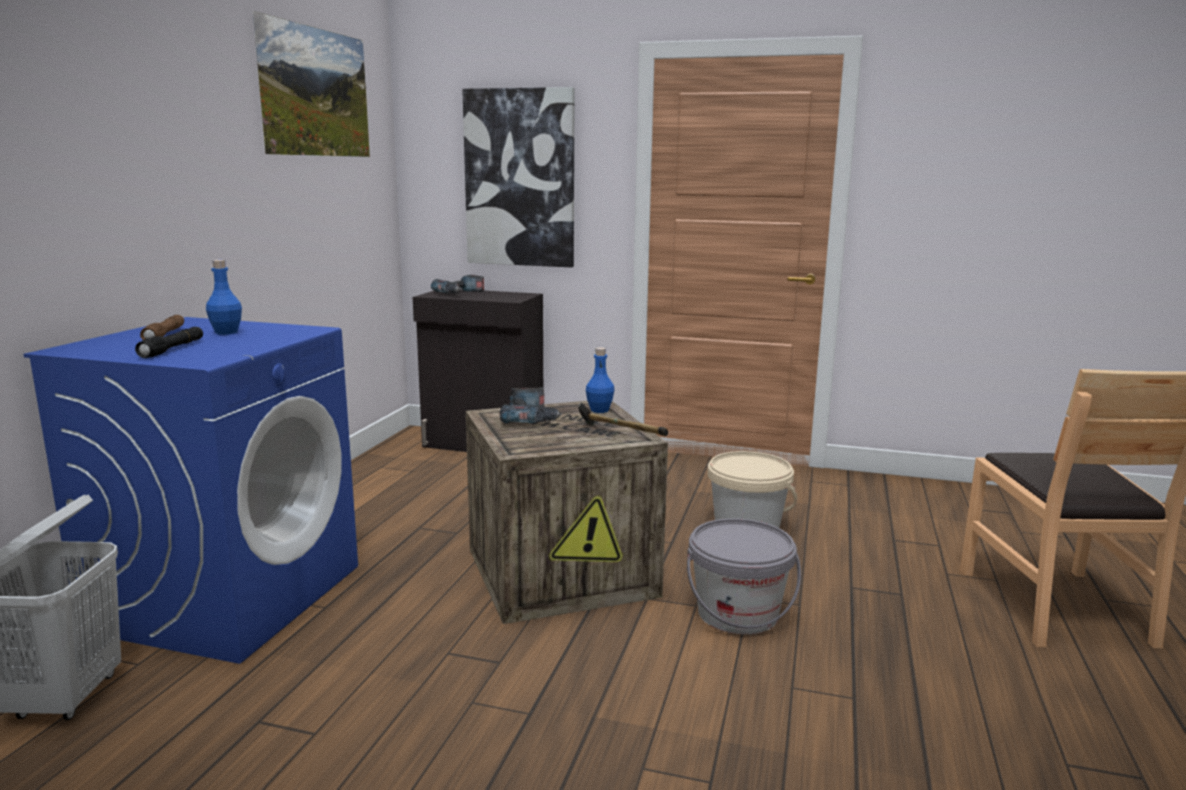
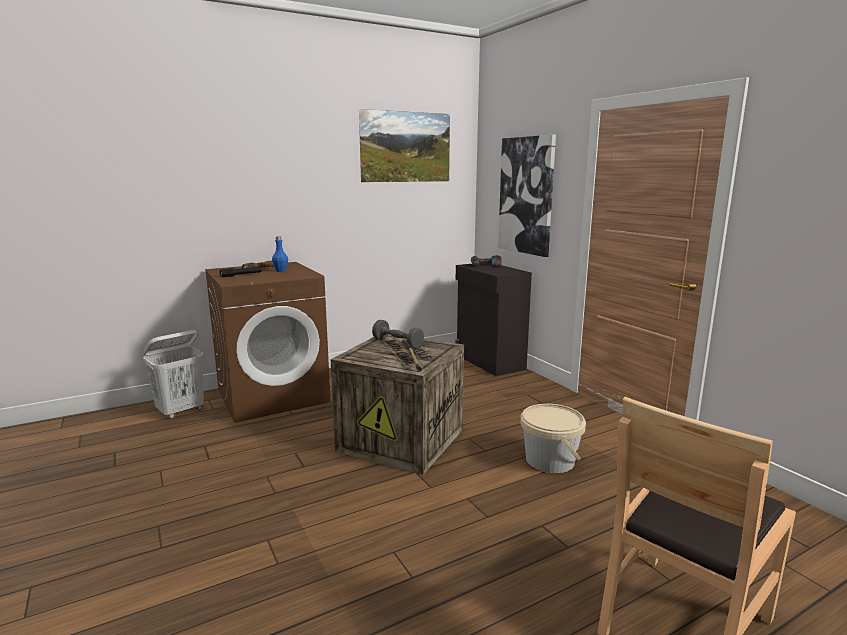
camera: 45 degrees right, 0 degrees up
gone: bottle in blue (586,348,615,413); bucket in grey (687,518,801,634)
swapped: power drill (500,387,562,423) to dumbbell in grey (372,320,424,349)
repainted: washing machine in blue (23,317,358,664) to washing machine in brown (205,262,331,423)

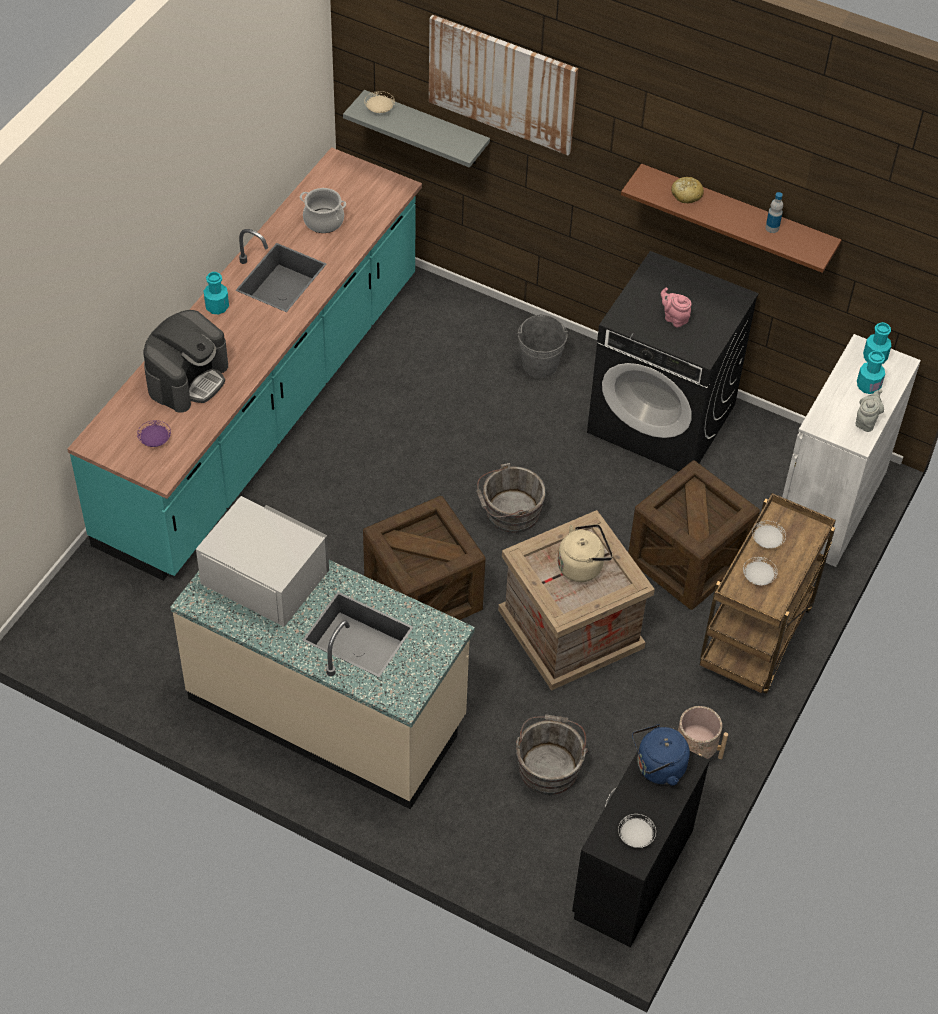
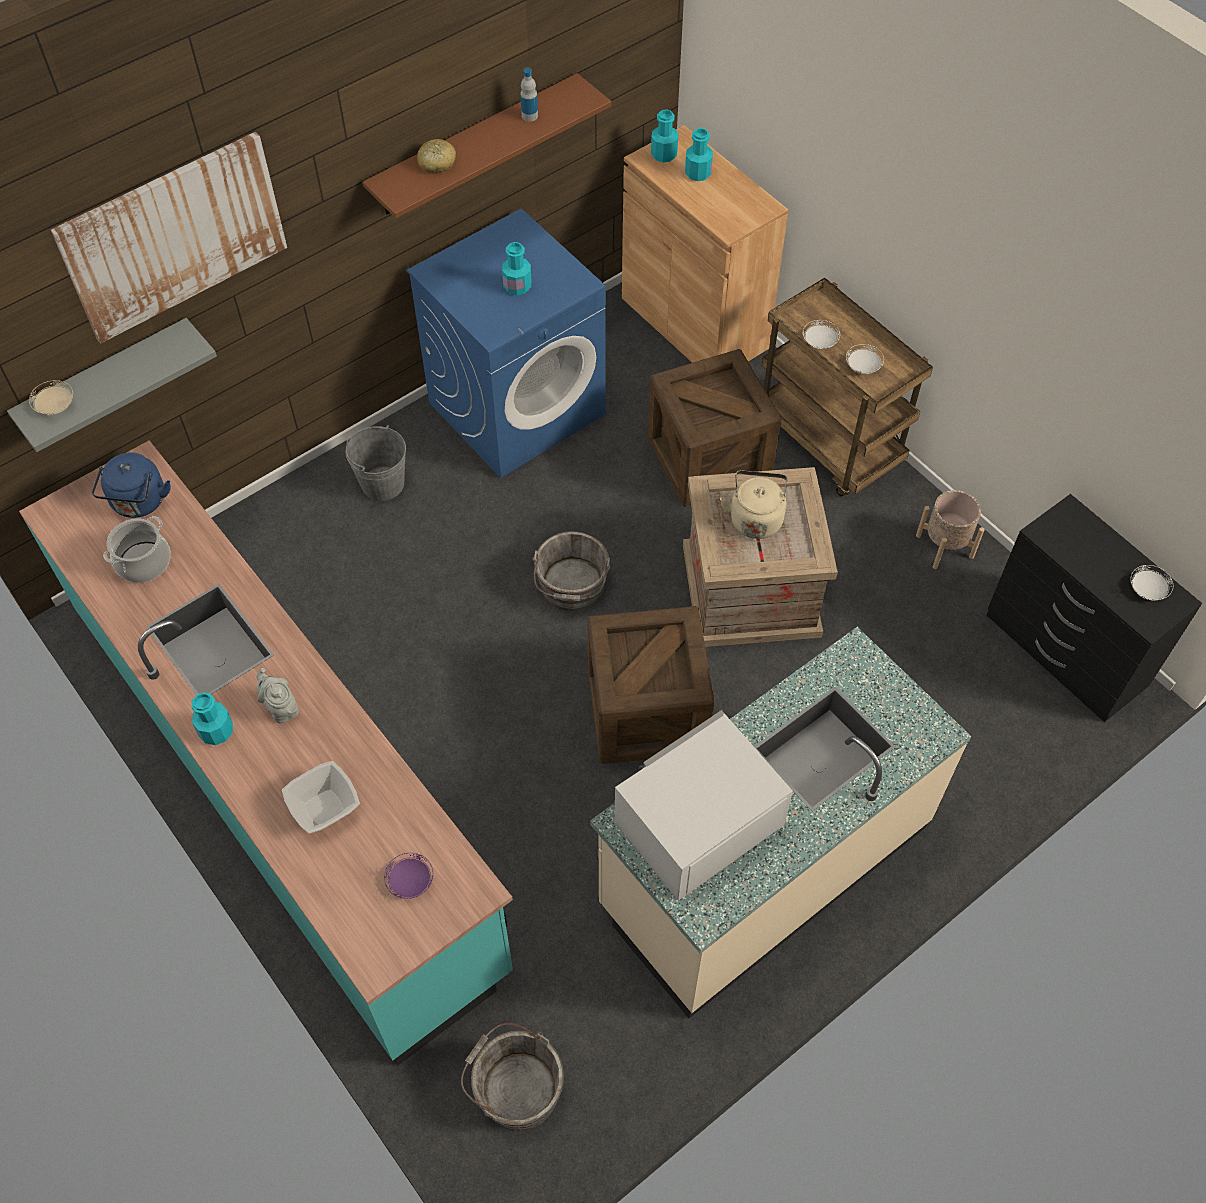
camera: 65 degrees left, 5 degrees up
shifted: teapot in grey (855,390,884,432) to (256,668,299,723); bucket in grey (516,714,587,795) to (461,1023,564,1130); kettle in blue (632,724,690,785) to (91,452,171,518)
swapped: teapot in pink (661,287,692,327) to bottle in turquoise (502,242,531,295); coffee machine (144,310,228,413) to bowl (282,761,360,834)
repainted: washing machine in black (587,251,759,472) to washing machine in blue (407,208,606,478); cabinet in white (782,334,921,567) to cabinet in brown (622,125,788,363)

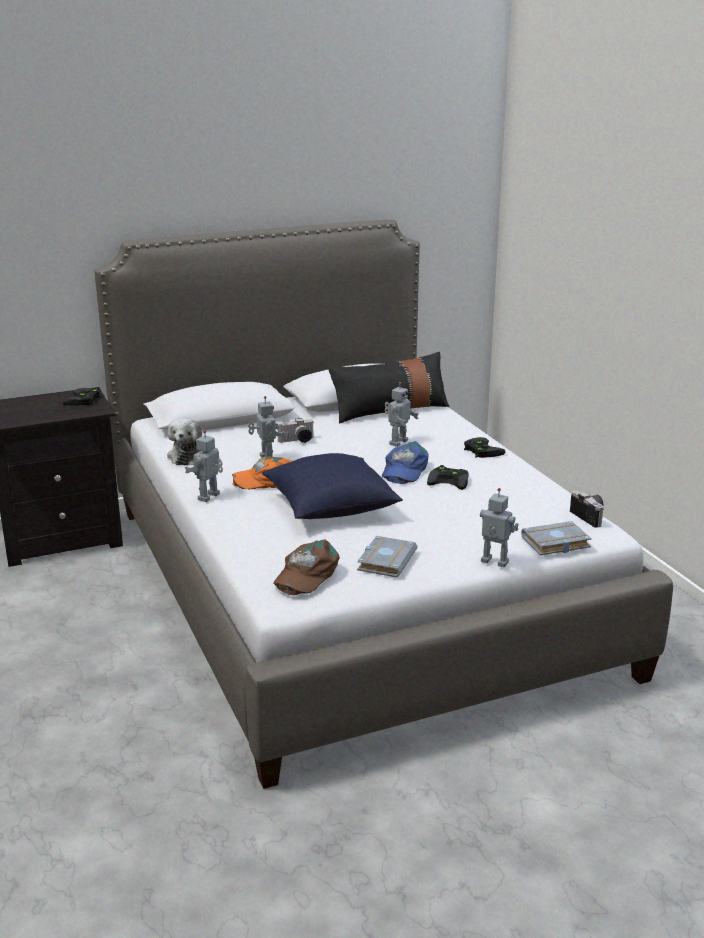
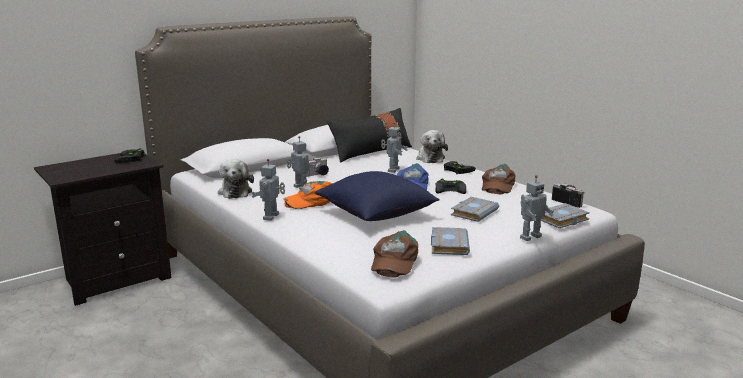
camera: 15 degrees left, 5 degrees down
new: plush toy (416,130,448,163); cap in brown (482,164,516,194); book in grey (451,197,499,222)
rotated: toy robot (480,488,519,567) = (520,175,554,241) 135 degrees clockwise

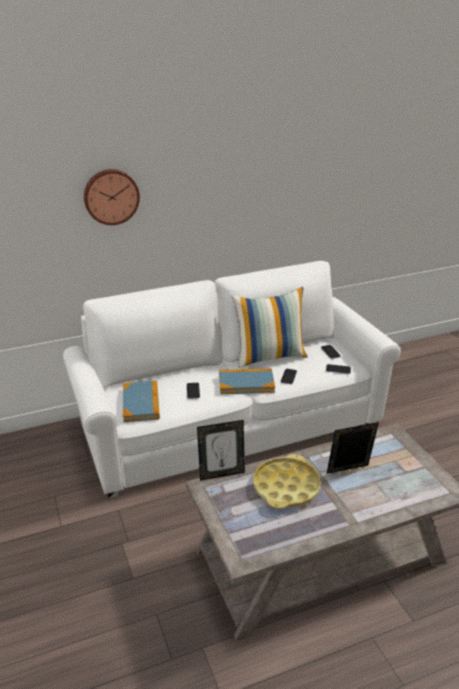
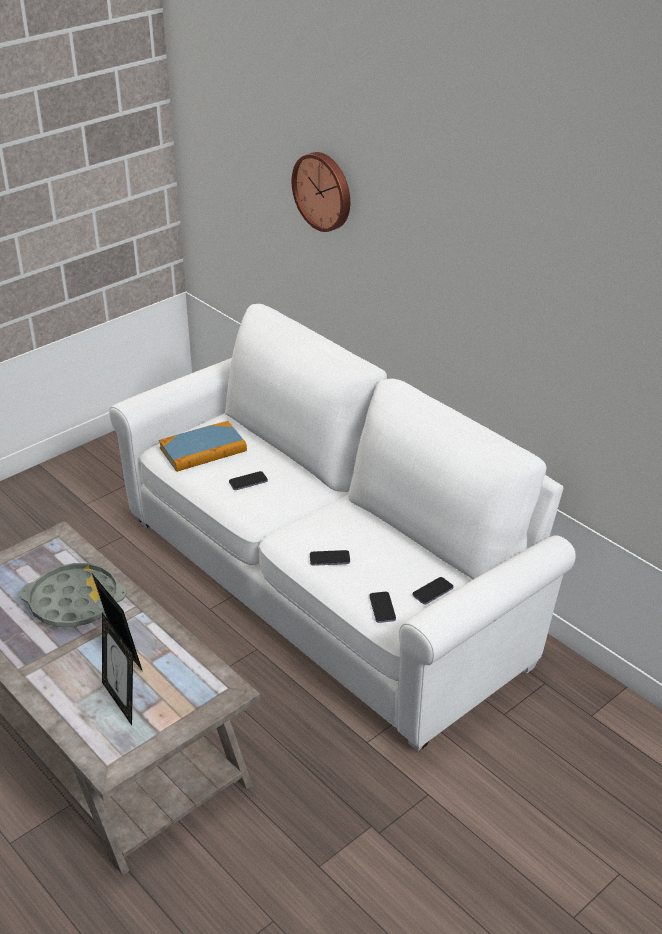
camera: 70 degrees right, 5 degrees up
gone: pillow (232,287,308,368); book (219,368,275,394)
shifted: picture frame (197,420,245,481) to (102,613,133,725)
repainted: tray in yellow (254,454,321,509) to tray in grey (20,563,127,627)

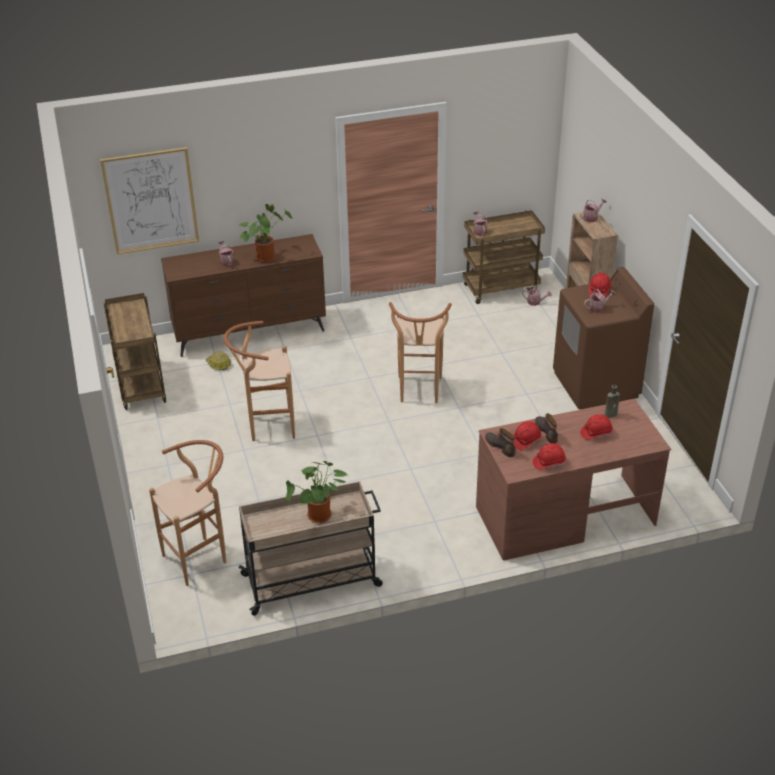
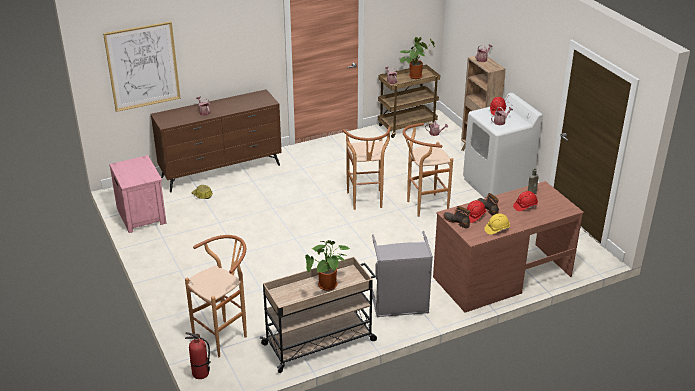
camera: 10 degrees left, 5 degrees down
new: laundry basket in grey (372,231,433,318); fire extinguisher (185,332,210,379)
shifted: potted plant (239,204,293,262) to (400,37,435,79); stool in brown (224,321,295,441) to (402,123,453,217)
swapped: cart in brown (104,293,166,410) to nightstand in pink (109,155,167,233)
repainted: washing machine in brown (553,267,654,410) to washing machine in white (463,93,543,198); hard hat in red (533,443,566,470) to hard hat in yellow (484,213,510,235)

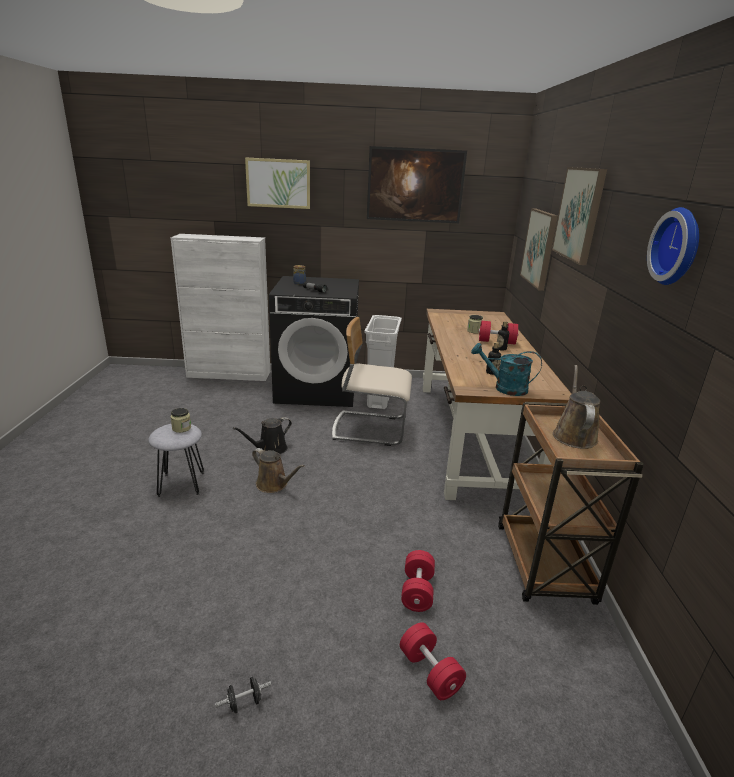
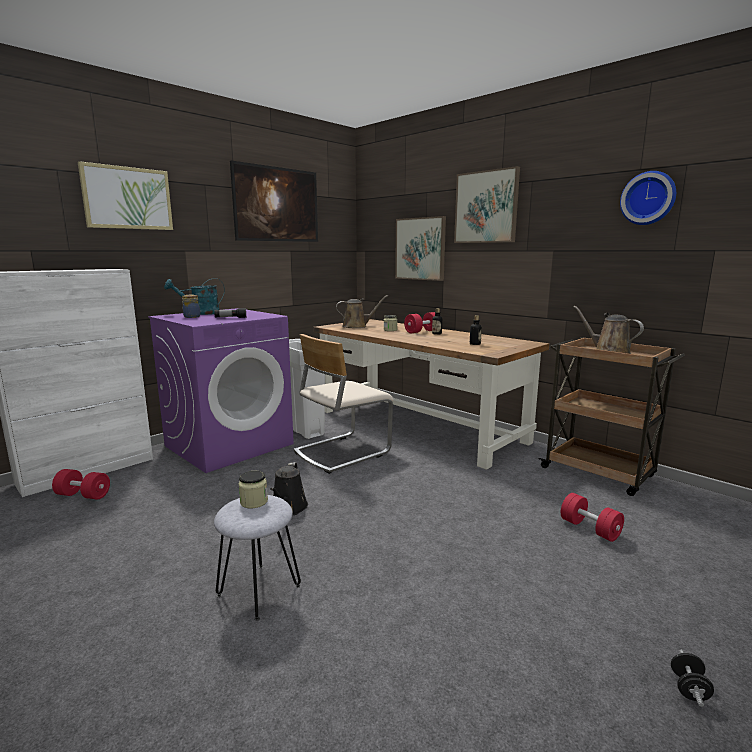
camera: 45 degrees left, 10 degrees down
shifted: watering can in turquoise (471,343,542,396) to (164,278,225,315); watering can in brown (252,448,305,493) to (336,295,388,328); dumbbell in red (400,622,466,700) to (52,469,110,500)
repainted: washing machine in black (269,276,359,407) to washing machine in purple (148,308,294,473)

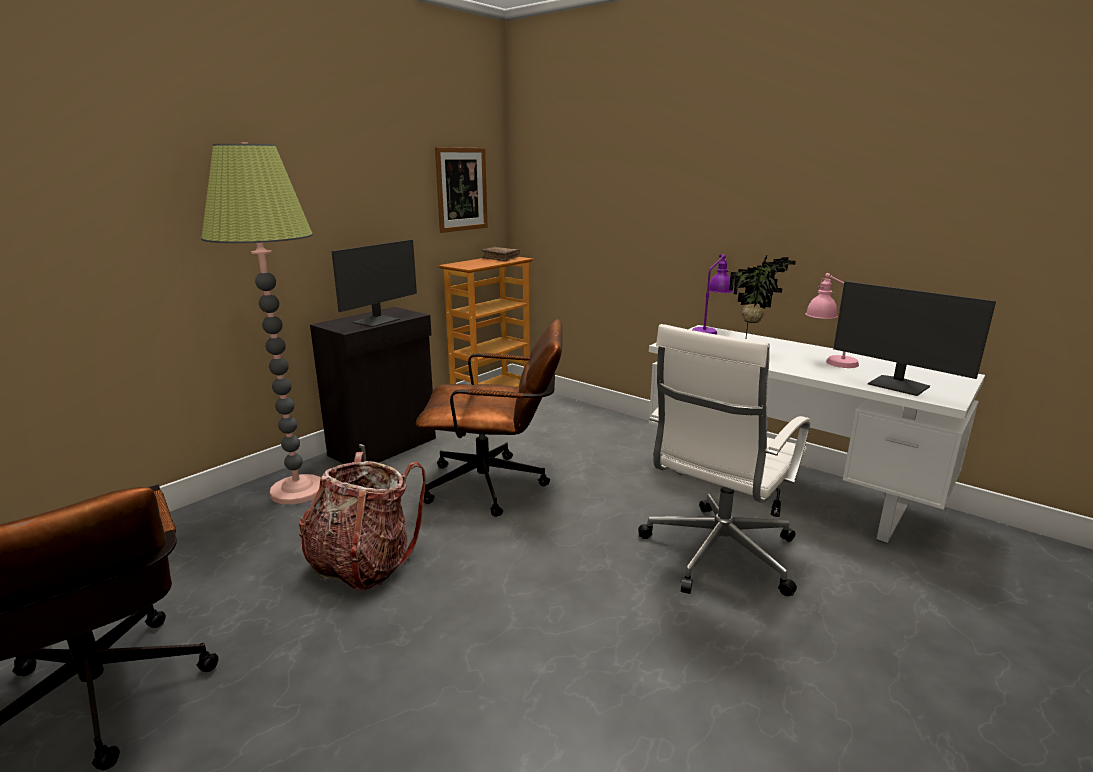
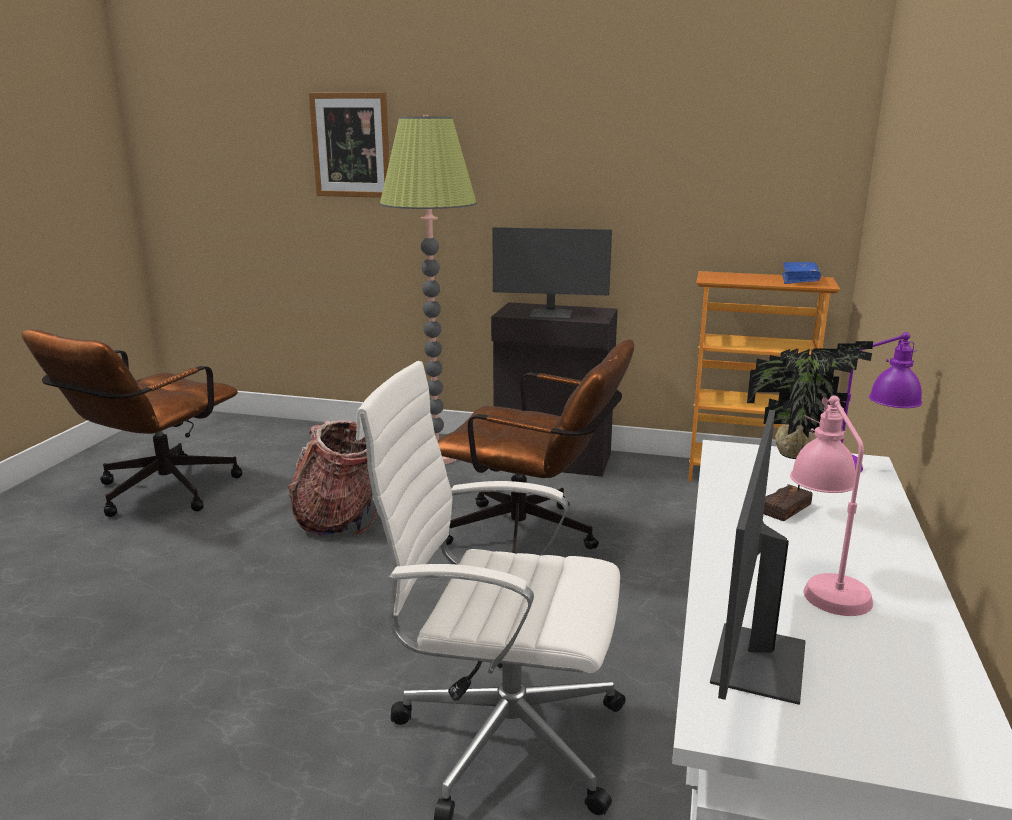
camera: 65 degrees right, 0 degrees up
shifted: picture (435,147,488,233) to (309,92,389,198)
repainted: book in brown (481,247,520,262) to book in blue (782,262,821,284)
rotated: office chair in brown (416,319,563,517) = (438,339,634,554) 45 degrees counterclockwise

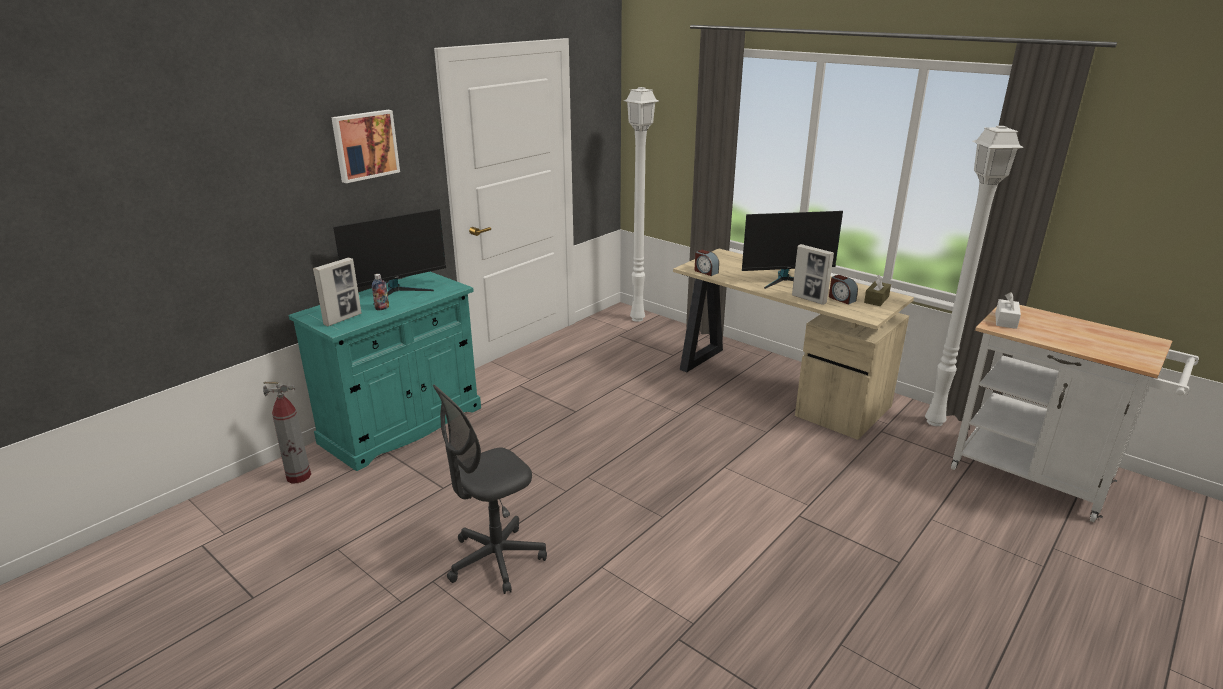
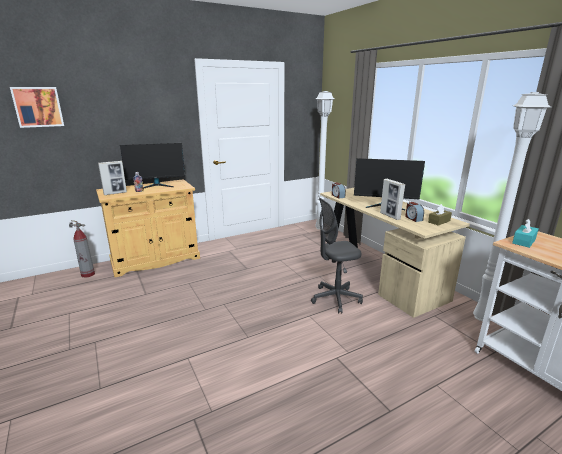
camera: 20 degrees right, 5 degrees down
shifted: picture (331,110,400,183) to (10,87,64,128); office chair in grey (433,385,547,594) to (311,198,363,313)
repainted: cabinet in turquoise (289,272,481,471) to cabinet in beige (96,179,200,277); tissue box in white (995,292,1021,329) to tissue box in turquoise (512,219,539,248)

